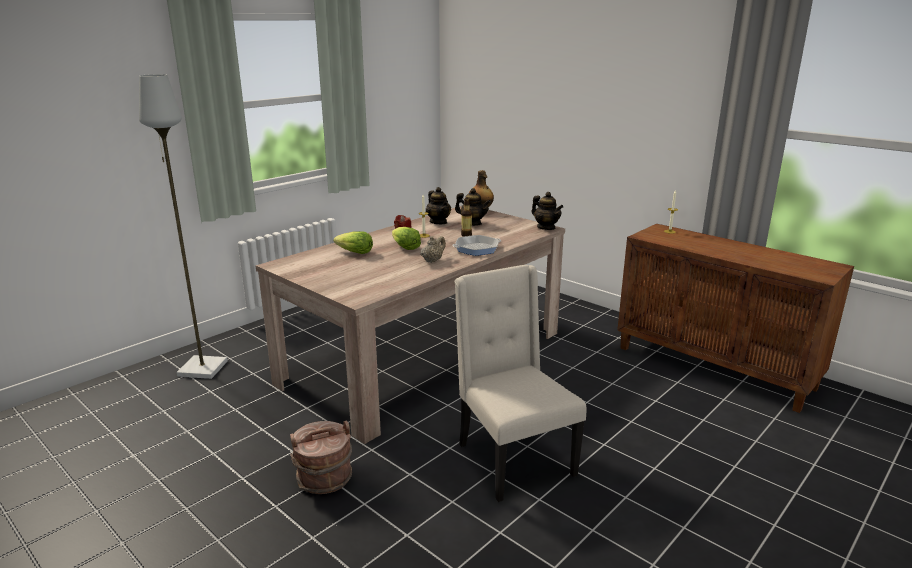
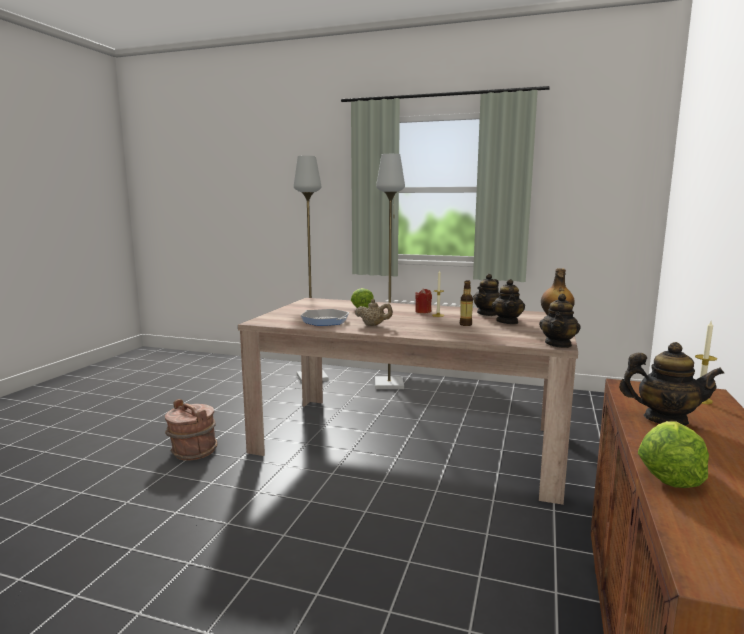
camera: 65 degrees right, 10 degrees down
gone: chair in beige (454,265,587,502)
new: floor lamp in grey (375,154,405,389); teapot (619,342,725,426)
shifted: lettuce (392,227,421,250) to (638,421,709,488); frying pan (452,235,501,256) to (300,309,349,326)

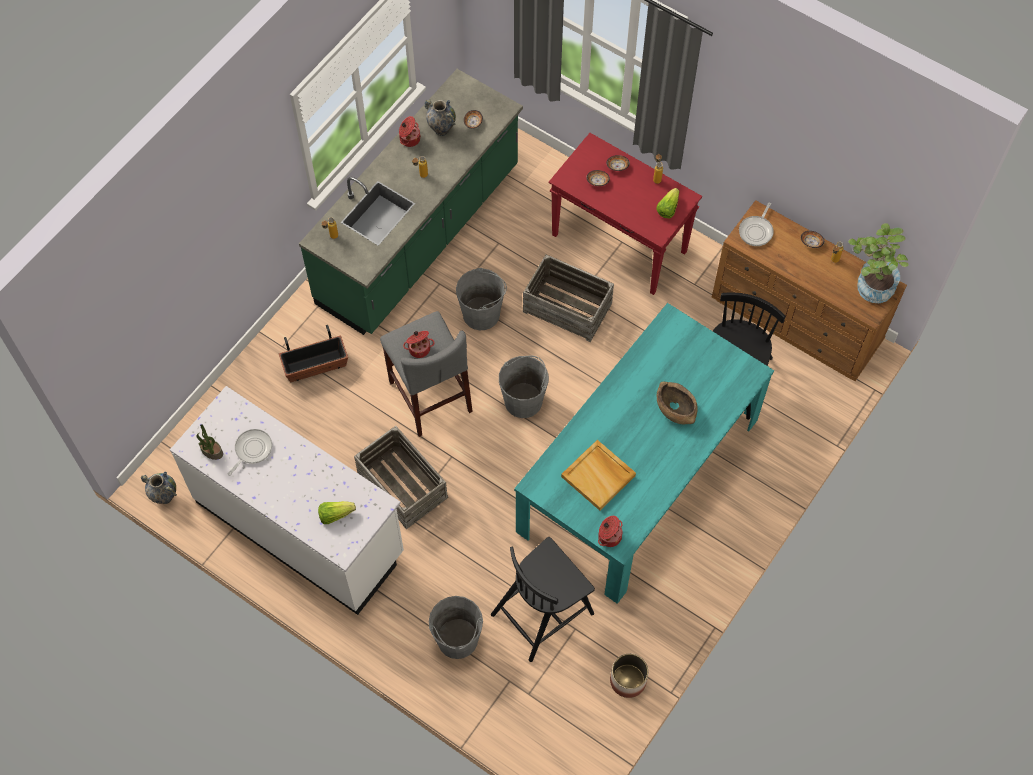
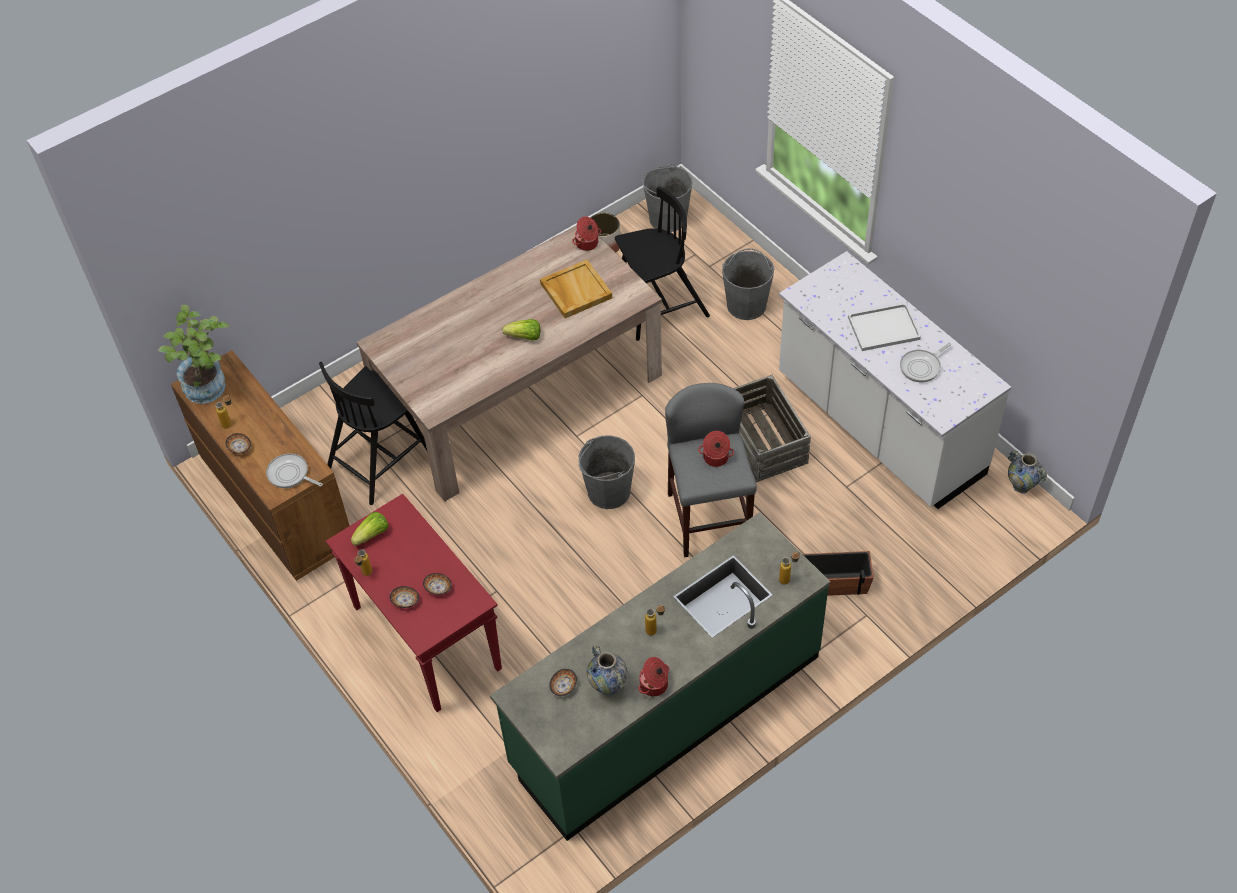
camera: 160 degrees left, 10 degrees down
gone: crate (523,254,614,342); bowl in brown (657,382,698,424); potted plant (196,424,223,460)
new: tray in white (848,303,921,351)
shifted: bucket in grey (456,268,507,330) to (641,164,693,232); lettuce (318,501,356,524) to (502,319,540,341)
repainted: dining table in turquoise (514,303,774,604) to dining table in beige (356,225,662,502)
rotated: frying pan (739,202,774,246) = (266,453,323,488) 105 degrees counterclockwise

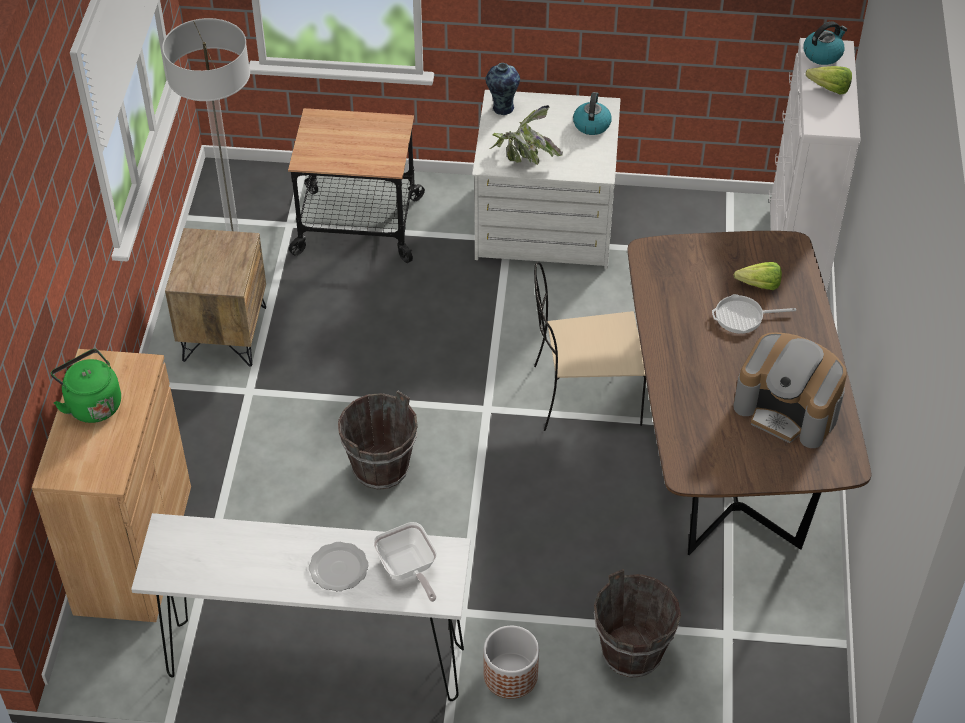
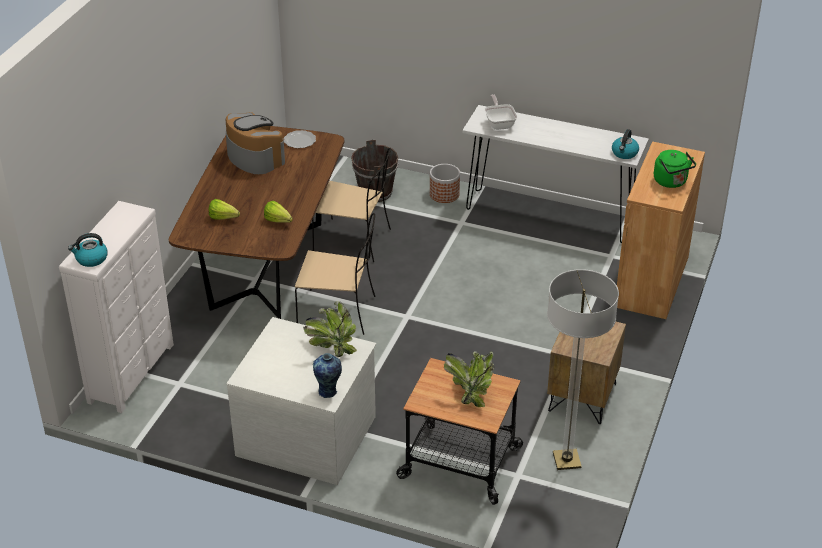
camera: 165 degrees left, 10 degrees down
gone: frying pan (712,294,796,334); bucket in brown (338,391,418,490)
new: chair in beige (312,148,391,262); potted plant (444,351,494,407)
shifted: lettuce (806,66,852,95) to (264,201,293,223); kettle (573,92,612,135) to (612,129,639,159); plate (309,542,369,591) to (284,130,316,148)

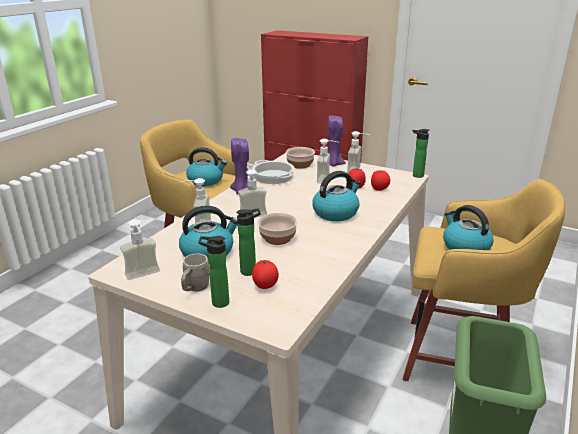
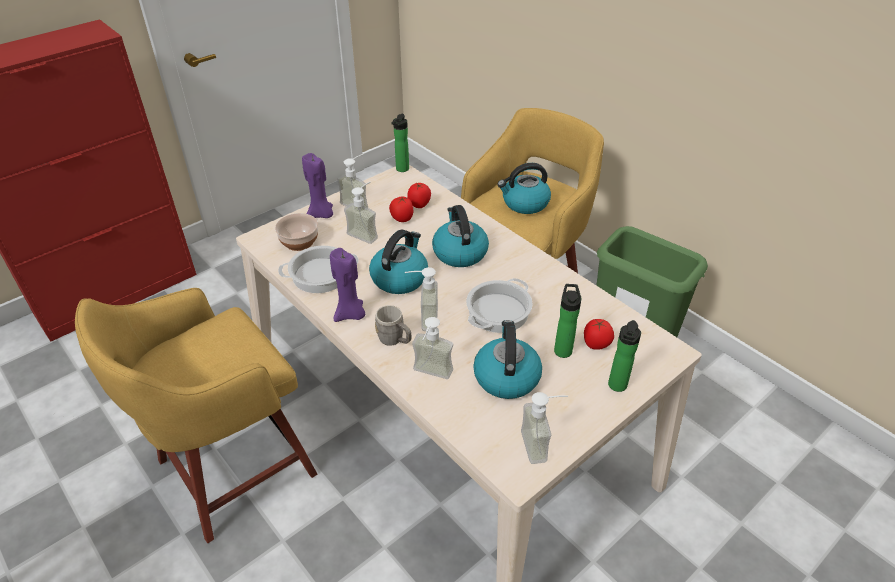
camera: 70 degrees left, 15 degrees up
shifted: kettle (186,147,227,186) to (369,229,428,294); mug in grey (181,253,210,292) to (375,305,411,346)
swapped: bowl (258,213,297,245) to cooking pot (466,278,533,333)

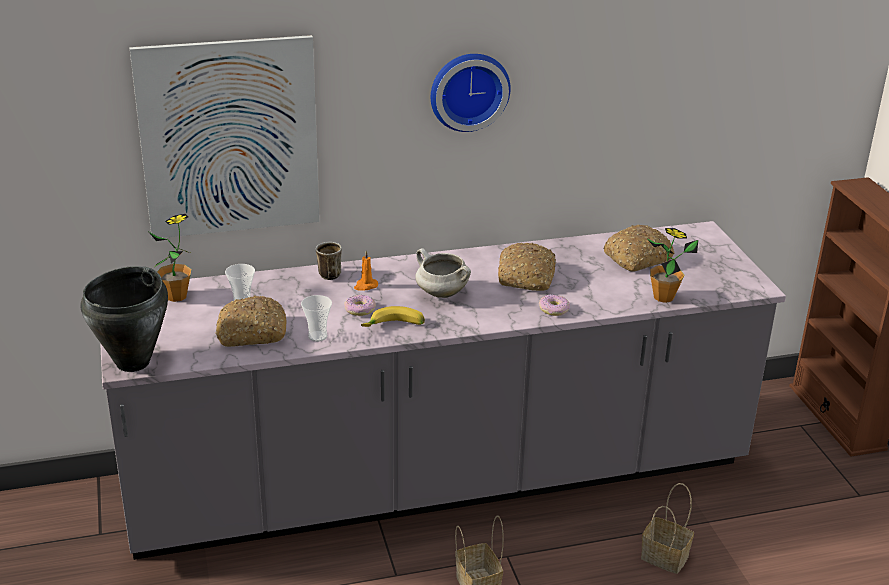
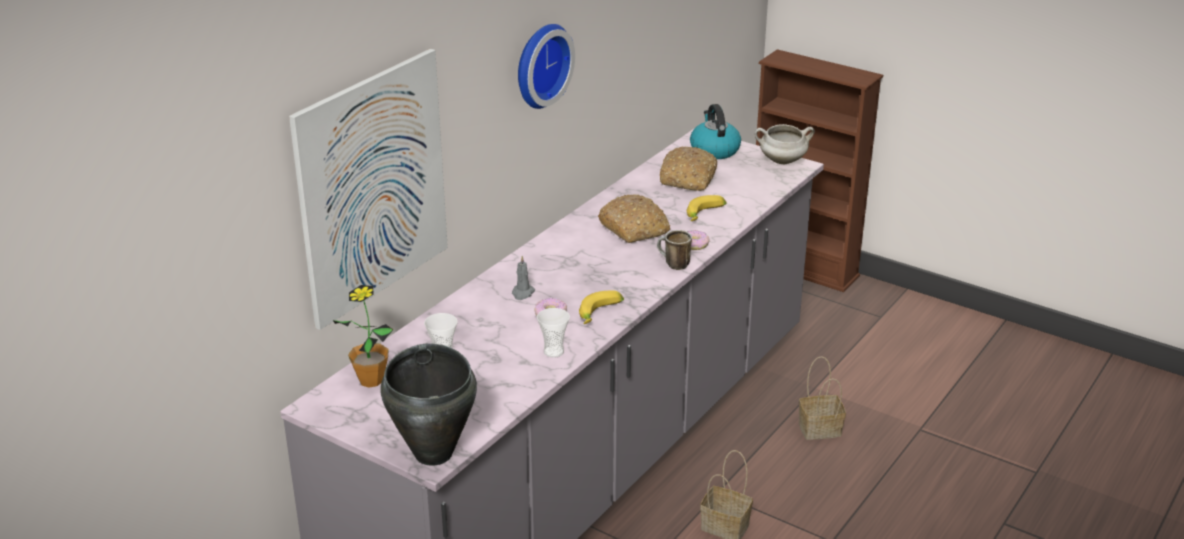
camera: 40 degrees left, 0 degrees up
gone: potted plant (647,228,698,303); bread (215,296,286,347)
new: kettle (690,104,741,159); banana (687,195,727,221)
shifted: mug (316,242,342,280) to (657,230,692,270); cooking pot in white (415,248,471,298) to (755,124,815,164)
repainted: candle in orange (354,251,378,291) to candle in grey (512,256,535,300)

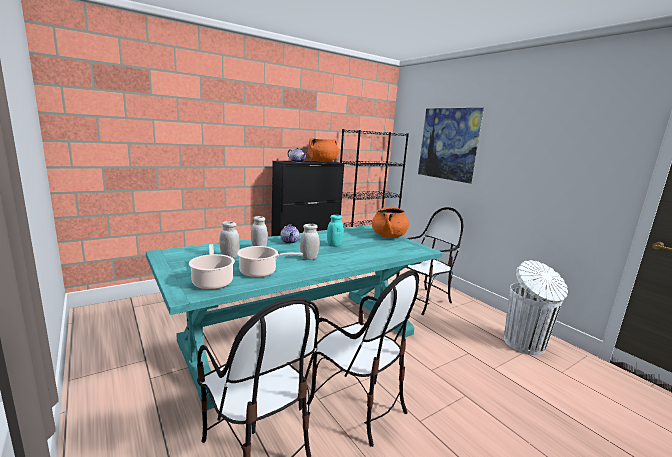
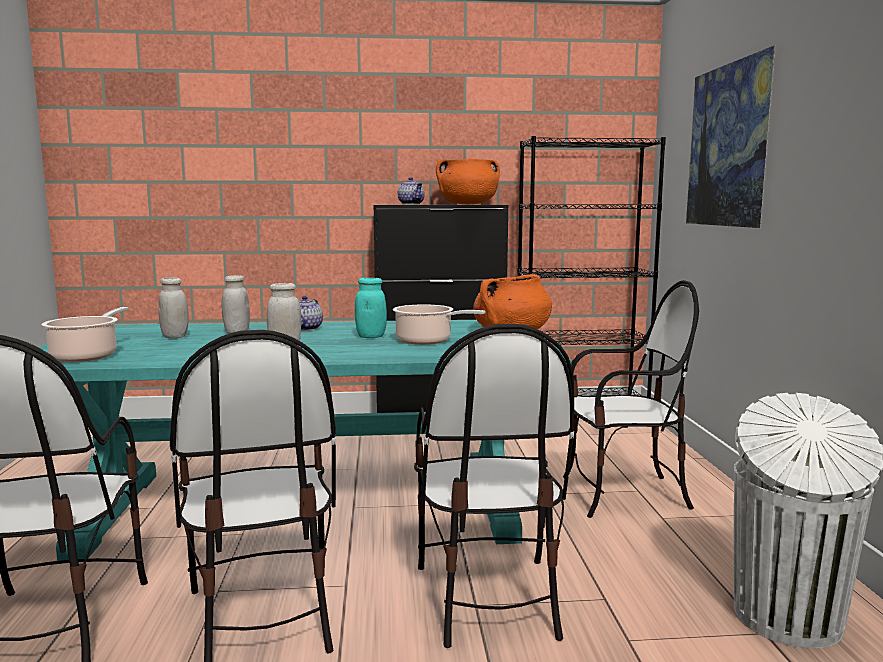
camera: 30 degrees right, 5 degrees down
new: chair (414,324,574,648)
shifted: cooking pot (237,246,303,277) to (393,305,485,345)

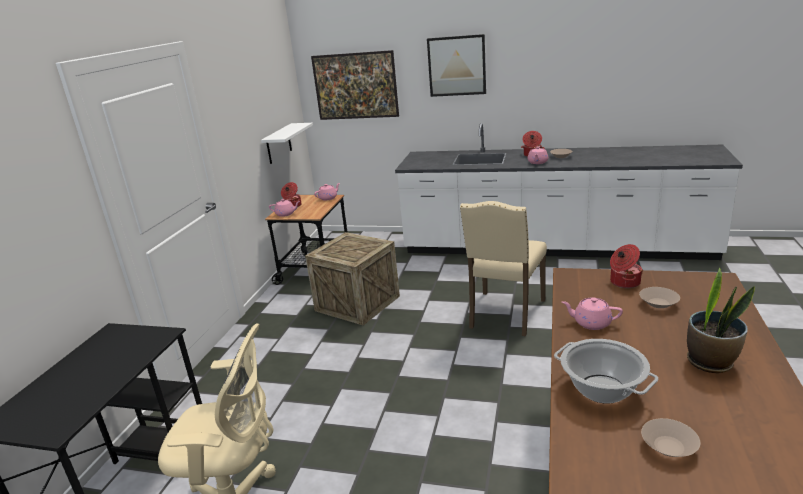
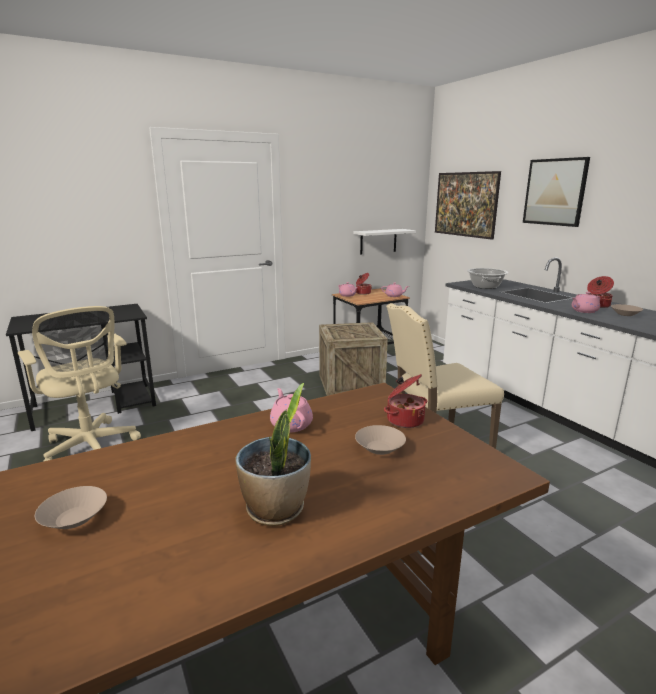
camera: 45 degrees right, 5 degrees down
shifted: cooking pot (554,339,658,404) to (467,268,508,289)

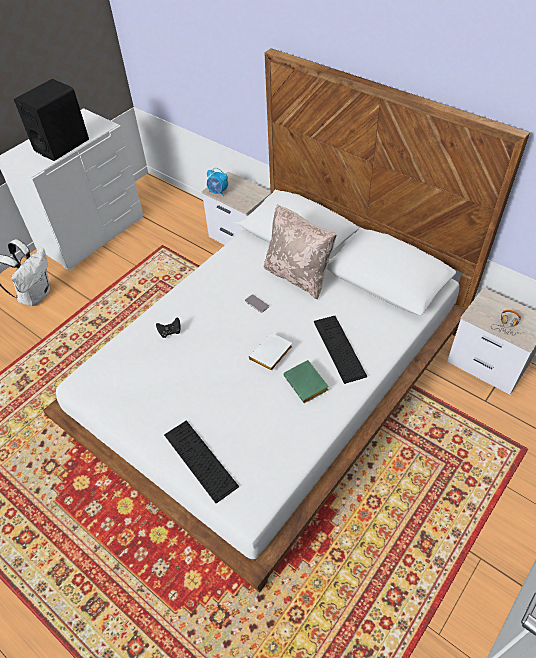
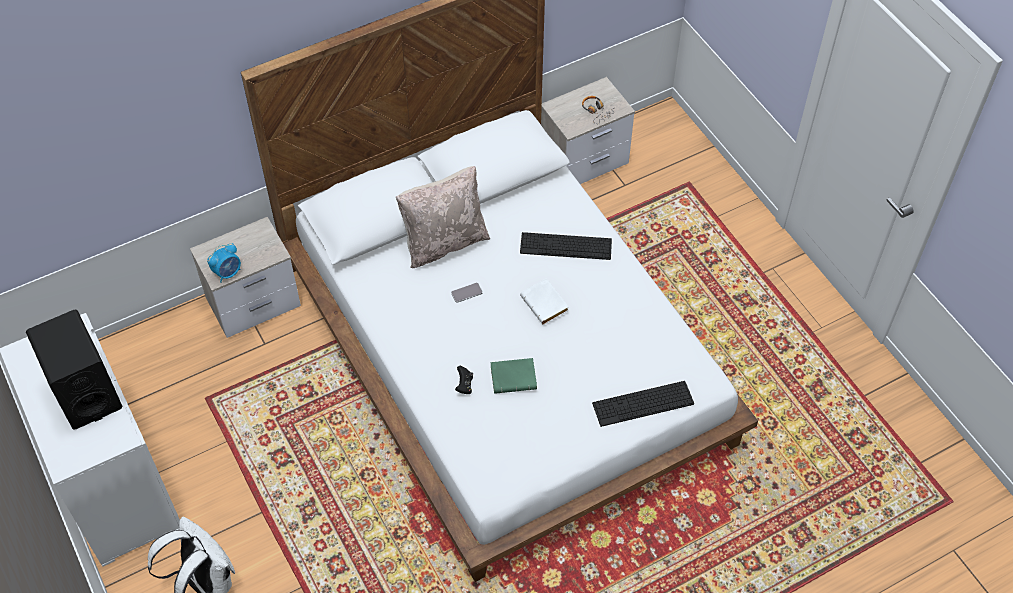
camera: 70 degrees left, 5 degrees up
shifted: book in green (284,360,329,403) to (491,358,537,394)

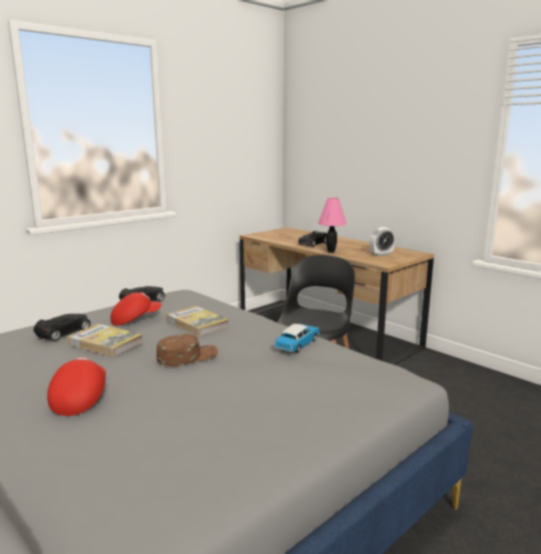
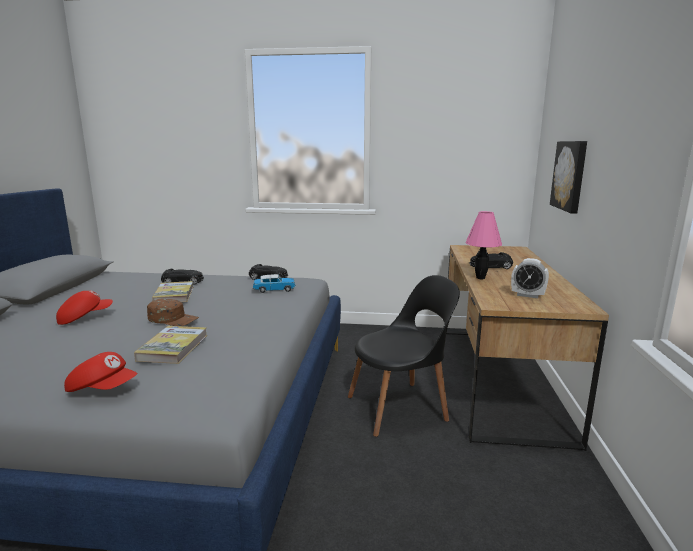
camera: 50 degrees right, 0 degrees up
new: picture (550,141,587,213)
shifted: cap in red (110,292,162,326) to (64,352,138,392); book (166,306,229,337) to (134,326,207,364); toy car (274,323,320,353) to (253,274,296,293)

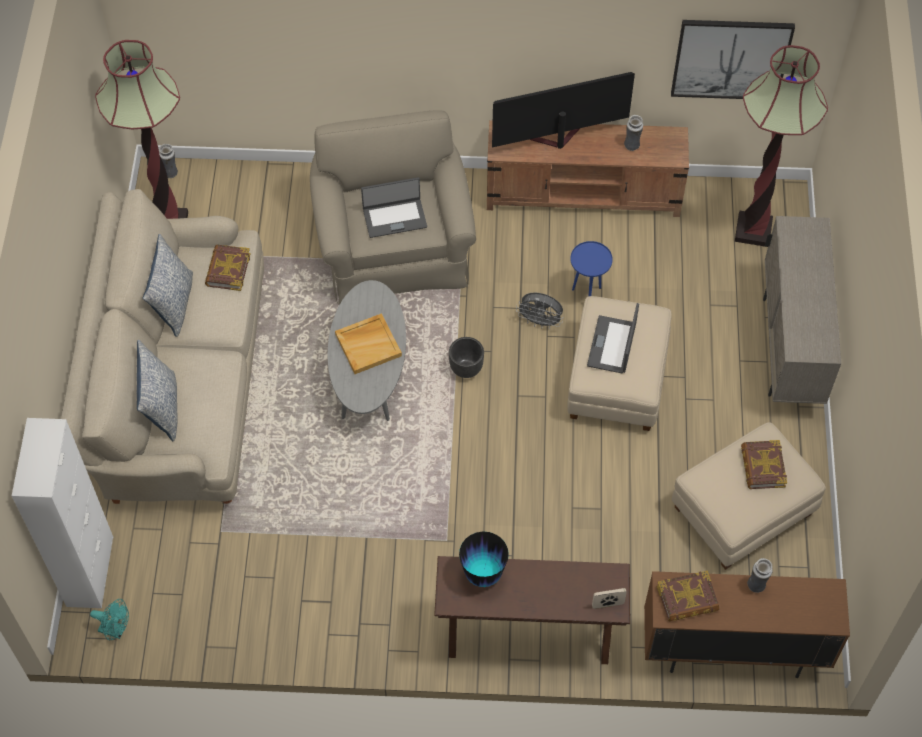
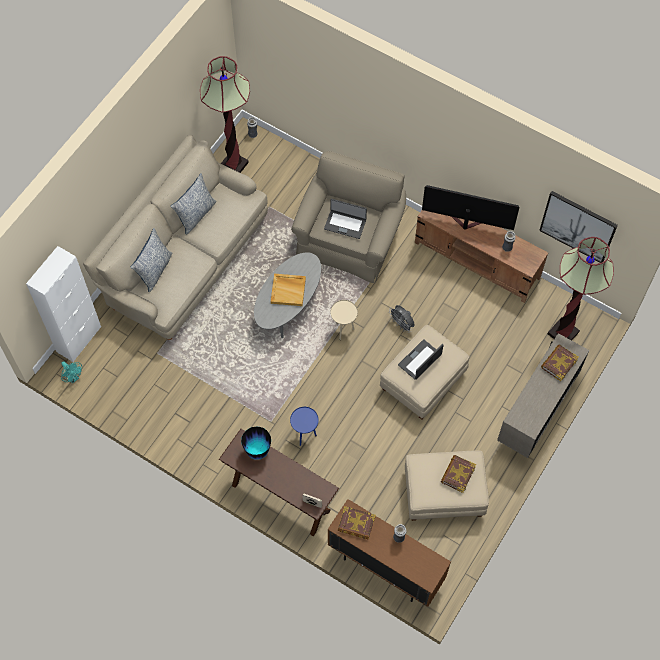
camera: 30 degrees right, 5 degrees up
shifted: side table in blue (570,241,613,297) to (290,407,319,446); book (205,245,251,291) to (541,345,579,381)
swapped: planter in black (449,337,484,378) to side table in beige (330,300,358,340)

